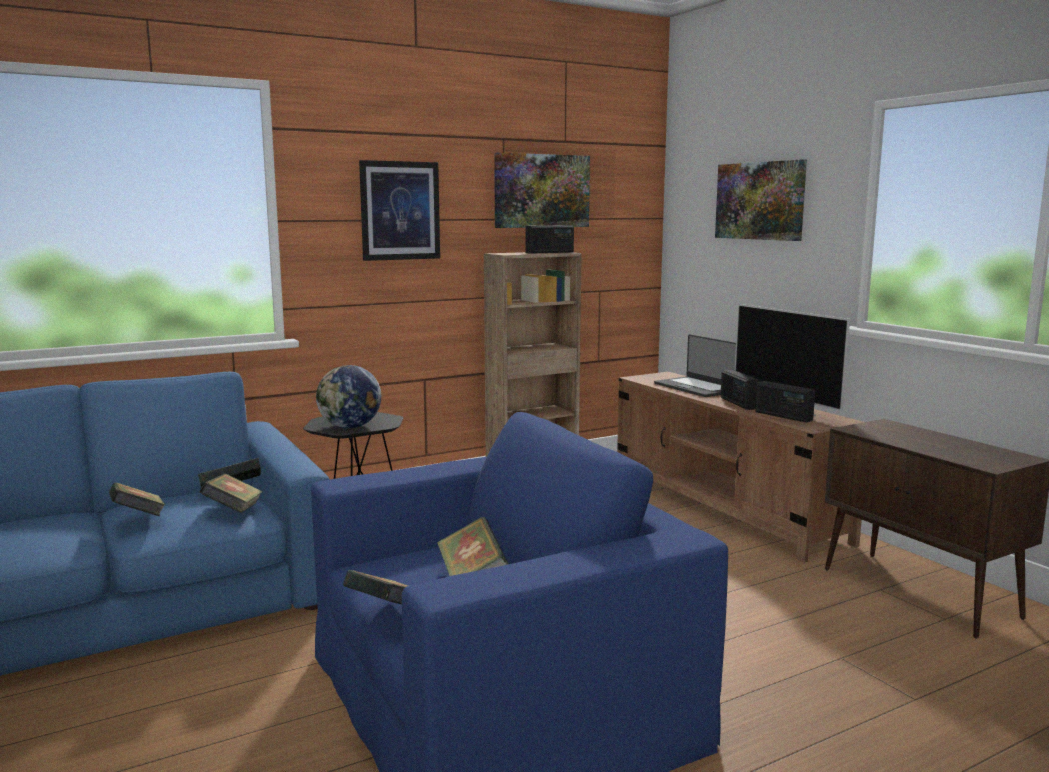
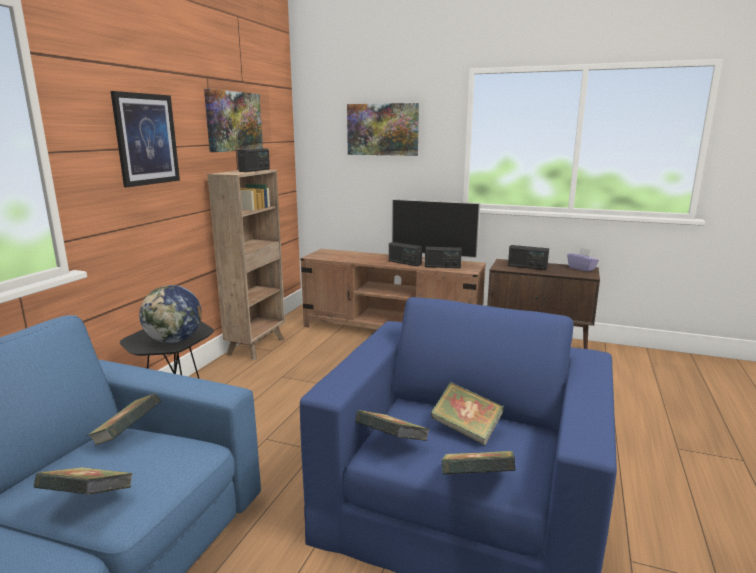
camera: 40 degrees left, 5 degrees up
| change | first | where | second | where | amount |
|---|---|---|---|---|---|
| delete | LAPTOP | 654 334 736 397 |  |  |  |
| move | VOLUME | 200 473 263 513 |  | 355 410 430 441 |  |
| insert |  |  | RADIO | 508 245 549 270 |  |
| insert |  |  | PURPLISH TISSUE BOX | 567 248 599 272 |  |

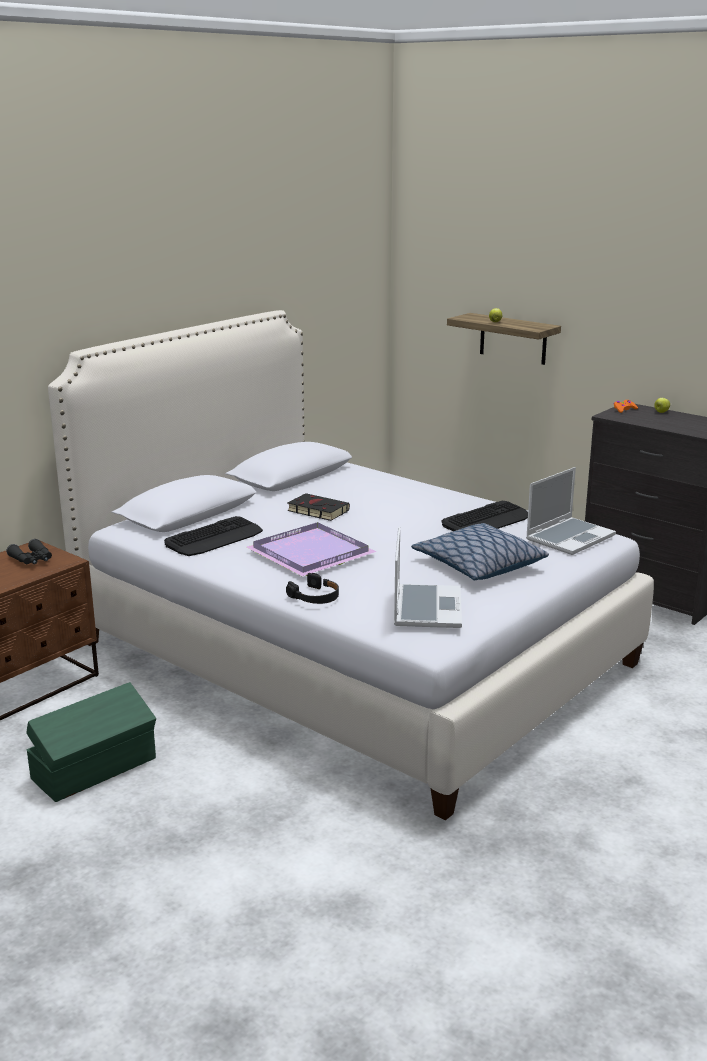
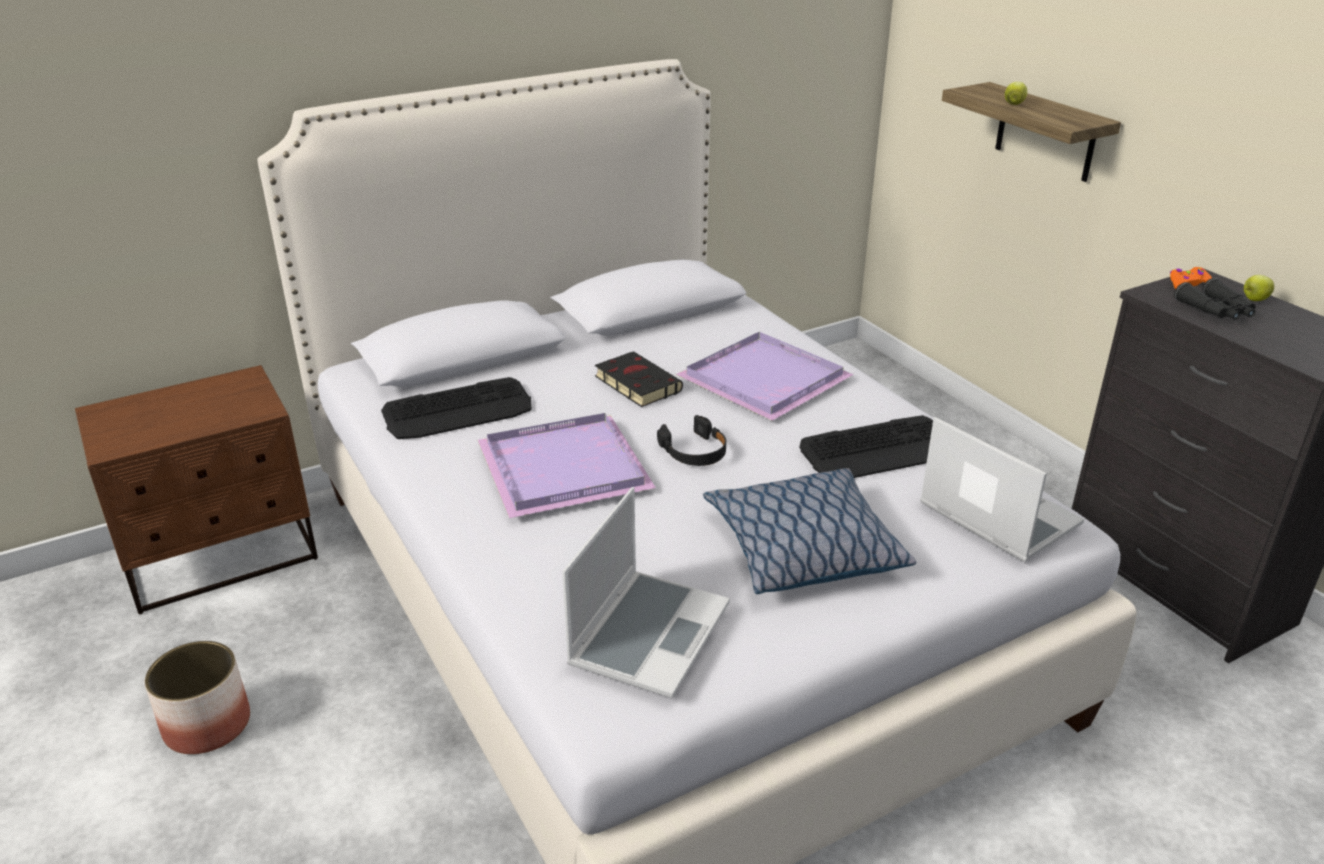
camera: 20 degrees right, 10 degrees up
| change | first | where | second | where | amount |
|---|---|---|---|---|---|
| rotate | LAPTOP | 526 467 616 555 |  | 920 417 1084 562 | 105 degrees counterclockwise |
| move | BLACK-COLOURED FIELD GLASSES | 6 539 52 564 |  | 1174 278 1256 320 |  |
| move | BLACK-COLOURED PAIR OF HEADPHONES | 286 573 339 604 |  | 657 415 726 466 |  |
| replace | GREENISH STORAGE CONTAINER | 26 682 156 802 | PLANTER | 145 641 250 754 |  |
| insert |  |  | PURPLISH CARRYING TRAY | 676 332 853 421 |  |

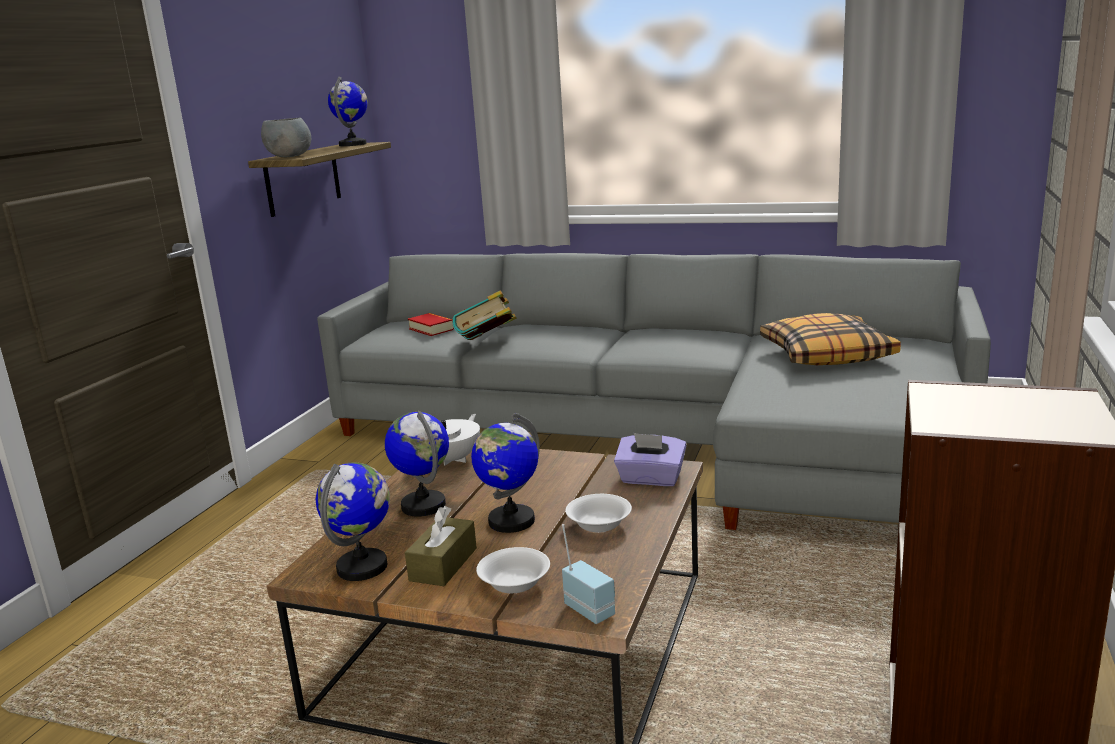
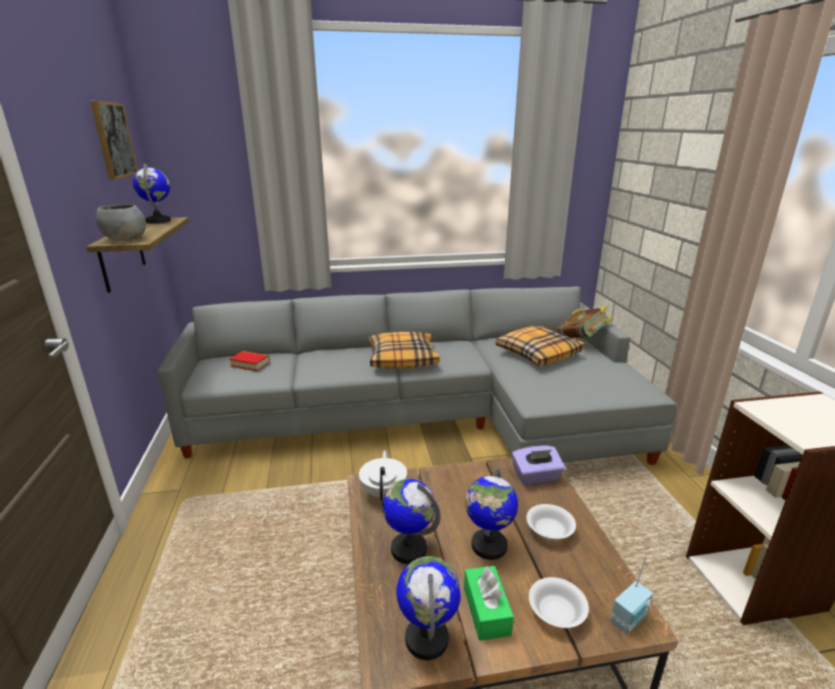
camera: 30 degrees left, 5 degrees up
| change | first | where | second | where | amount |
|---|---|---|---|---|---|
| move | VOLUME | 452 290 517 340 |  | 556 306 613 338 |  |
| recolor | BROWN-COLOURED TISSUE BOX | 405 506 477 586 | GREENISH TISSUE BOX | 464 566 514 641 |  |
| rotate | RADIO | 562 524 615 624 |  | 610 556 653 634 | 120 degrees clockwise |
| insert |  |  | WALL PICTURE | 91 101 138 180 |  |
| insert |  |  | PILLOW | 368 332 440 368 |  |

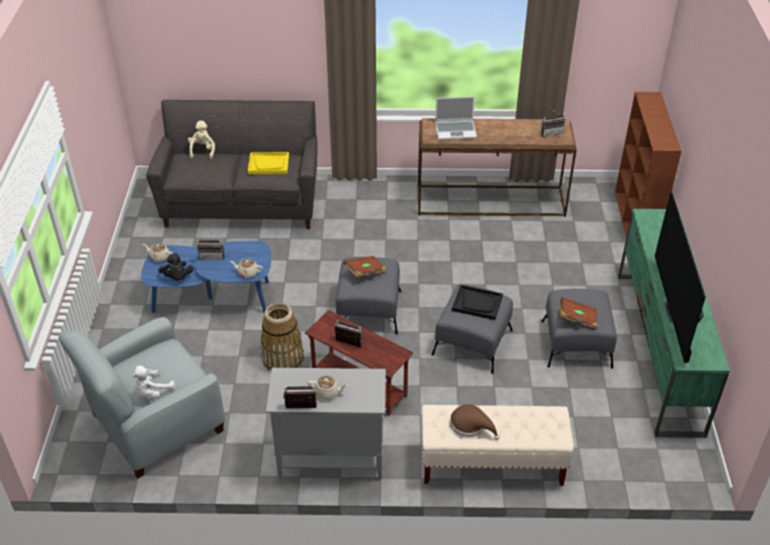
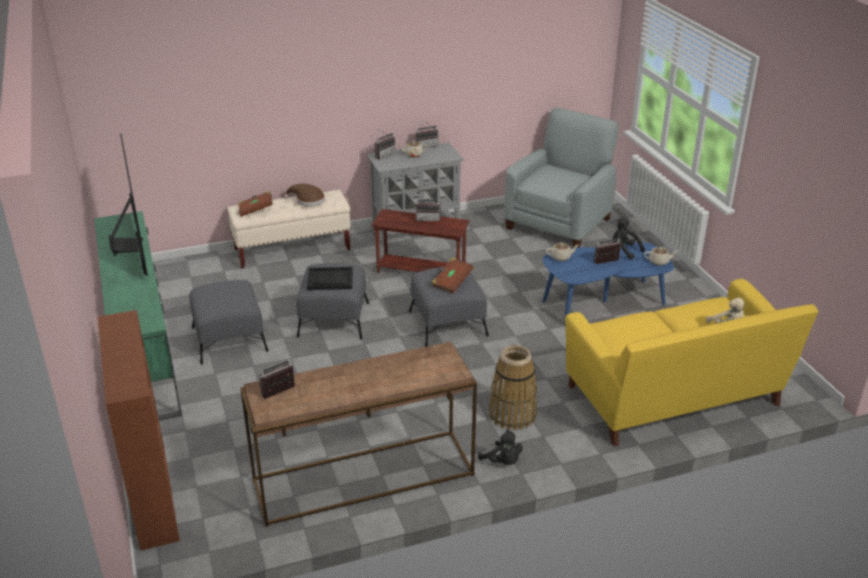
camera: 160 degrees right, 10 degrees down
| change | first | where | second | where | amount |
|---|---|---|---|---|---|
| delete | LAPTOP | 435 96 477 140 |  |  |  |
| recolor | GRAY SOFA | 146 100 318 229 | YELLOW-COLOURED SOFA | 565 279 818 447 |  |
| delete | YELLOW-COLOURED CARRYING TRAY | 248 152 289 174 |  |  |  |
| move | BROWN-COLOURED VOLUME | 559 297 597 330 |  | 238 191 273 217 |  |
| move | STORAGE BASKET | 261 303 304 371 |  | 489 345 537 430 |  |
| delete | WHITISH SOFT TOY | 132 366 175 399 |  |  |  |
| insert |  |  | RADIO | 375 129 395 160 |  |
| insert |  |  | BLACK-COLOURED SOFT TOY | 478 430 523 465 |  |

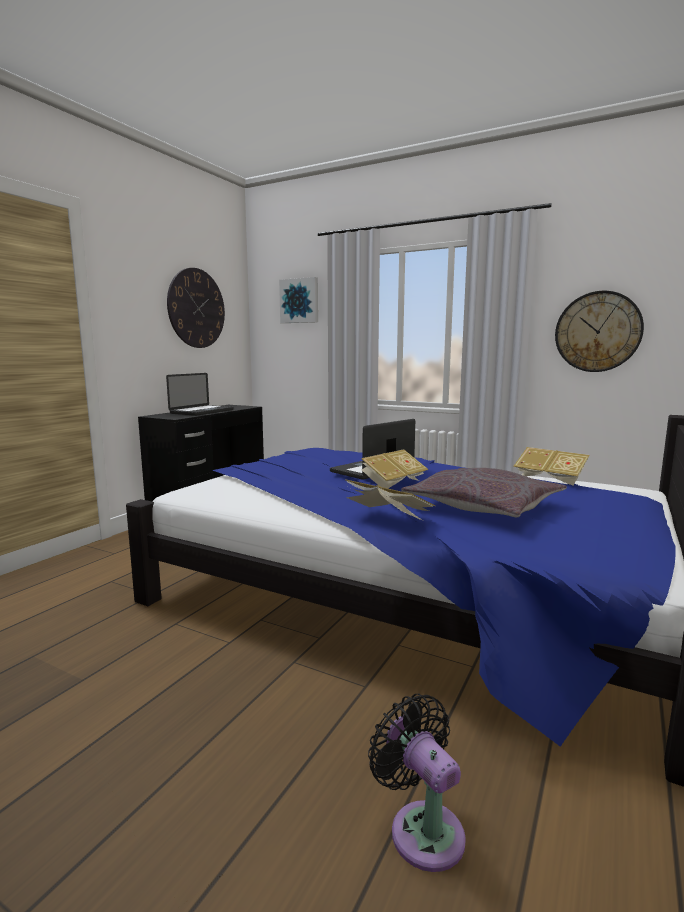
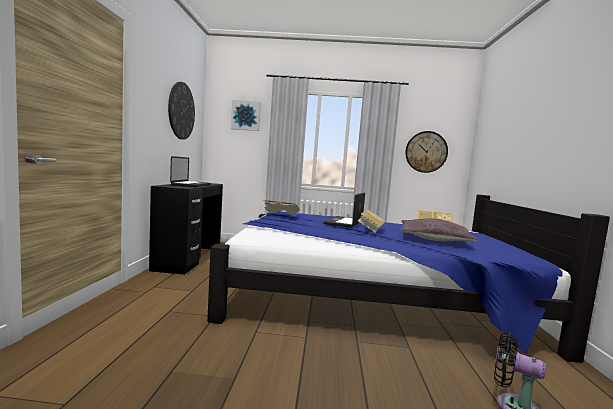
camera: 25 degrees left, 5 degrees down
| change | first | where | second | where | amount |
|---|---|---|---|---|---|
| move | VOLUME | 345 479 436 521 |  | 263 200 301 216 |  |

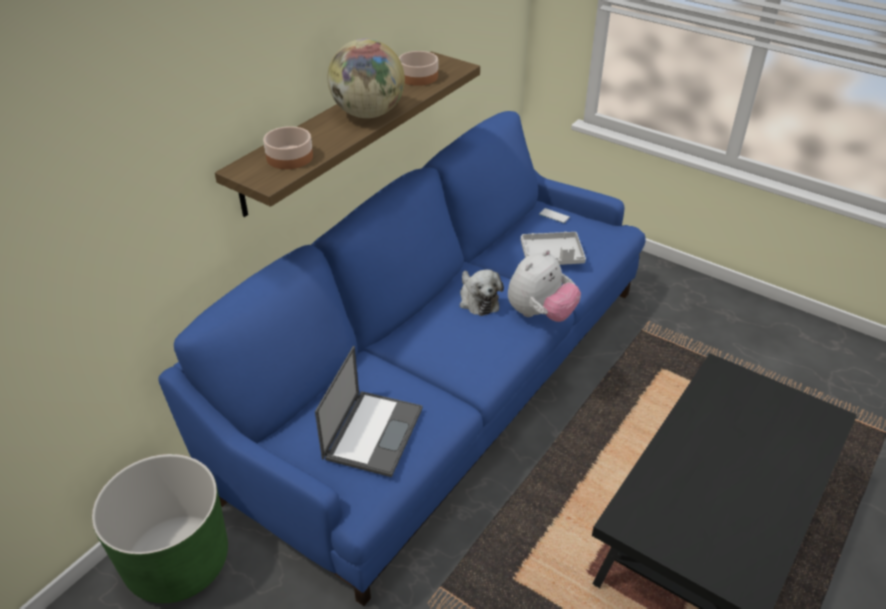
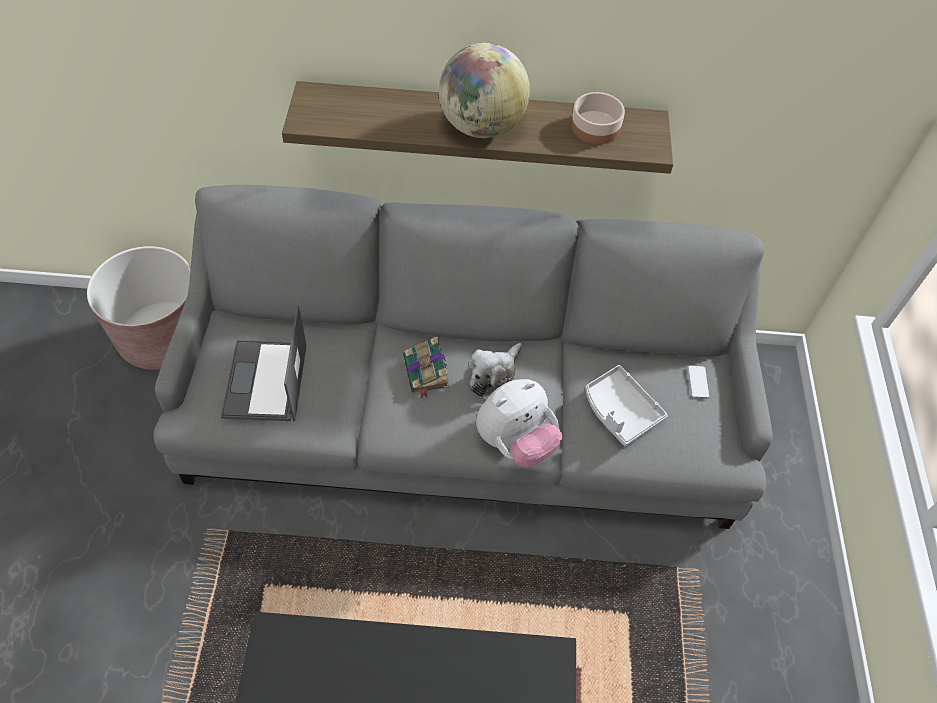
camera: 55 degrees right, 15 degrees up
| change | first | where | second | where | amount |
|---|---|---|---|---|---|
| recolor | BLUE SOFA | 158 111 646 606 | GRAY SOFA | 153 185 773 529 |  |
| delete | DEEP DISH | 263 126 313 169 |  |  |  |
| rotate | SOFT TOY | 508 250 581 322 |  | 476 379 562 467 | 45 degrees counterclockwise |
| rotate | LAPTOP | 315 346 423 477 |  | 221 305 307 421 | 105 degrees clockwise |
| recolor | GREENISH PLANTER | 92 454 228 603 | BROWN-COLOURED PLANTER | 87 246 191 370 |  |
| insert |  |  | VOLUME | 403 336 450 398 |  |

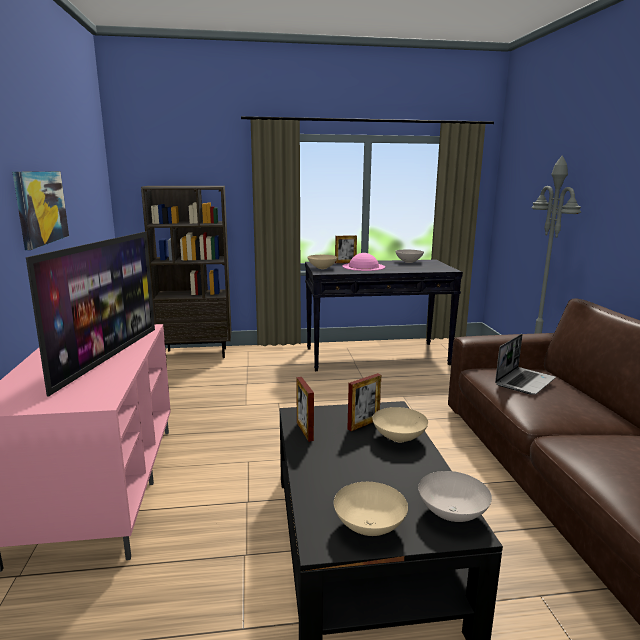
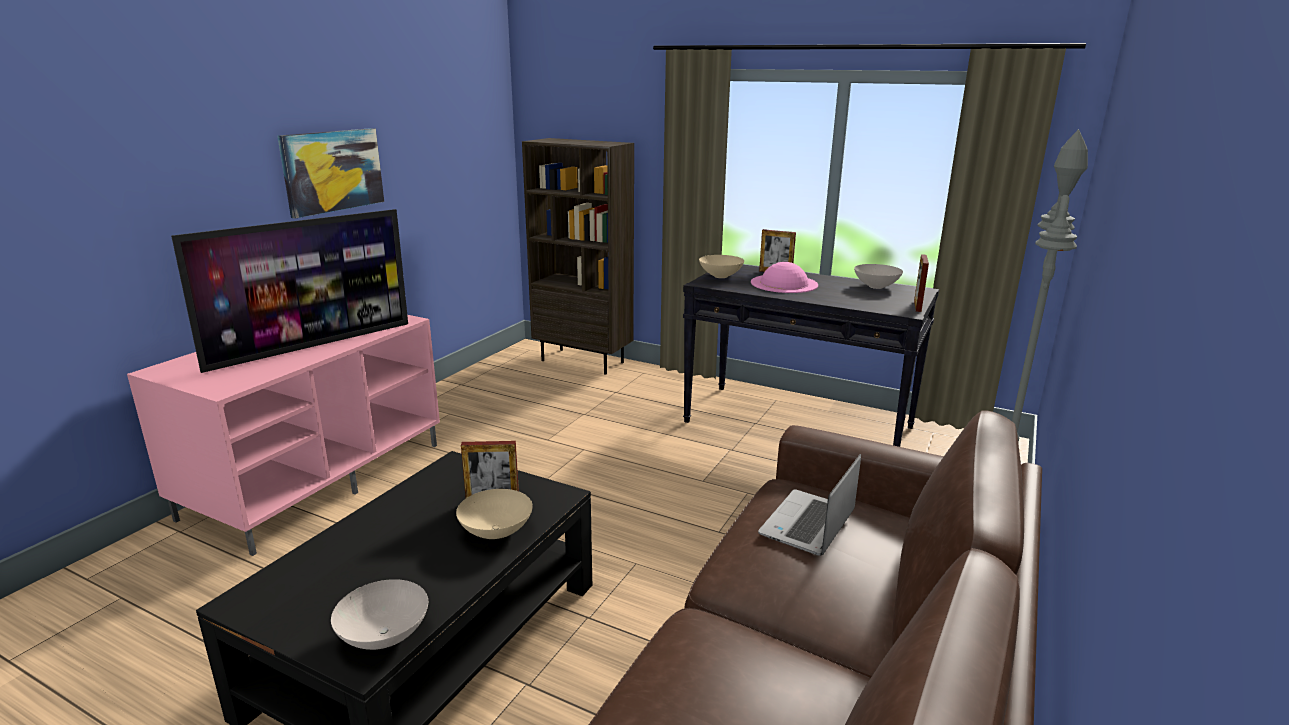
camera: 35 degrees right, 5 degrees up
| change | first | where | second | where | amount |
|---|---|---|---|---|---|
| rotate | LAPTOP | 495 334 556 395 |  | 758 454 861 556 | 135 degrees clockwise |
| move | STANDING FRAME | 296 377 314 442 |  | 914 254 929 312 |  |
| delete | SAND-COLOURED DEEP DISH | 334 482 408 536 |  |  |  |

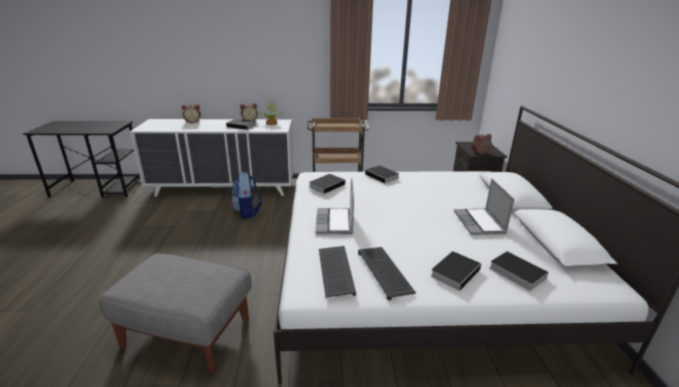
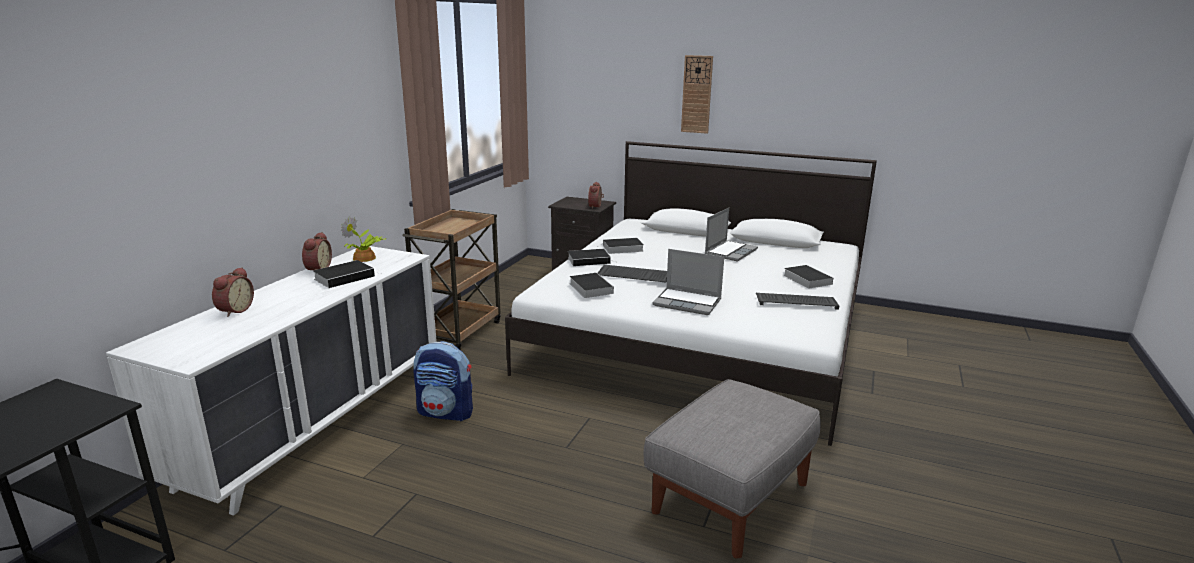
camera: 65 degrees left, 5 degrees down
| change | first | where | second | where | amount |
|---|---|---|---|---|---|
| rotate | LAPTOP | 454 178 515 235 |  | 705 208 758 262 | 75 degrees counterclockwise |
| move | COMPUTER KEYBOARD | 319 246 356 298 |  | 598 265 667 283 |  |
| move | VOLUME | 489 251 548 291 |  | 597 238 644 254 |  |
| insert |  |  | HANGING CLOCK | 681 55 713 134 |  |

